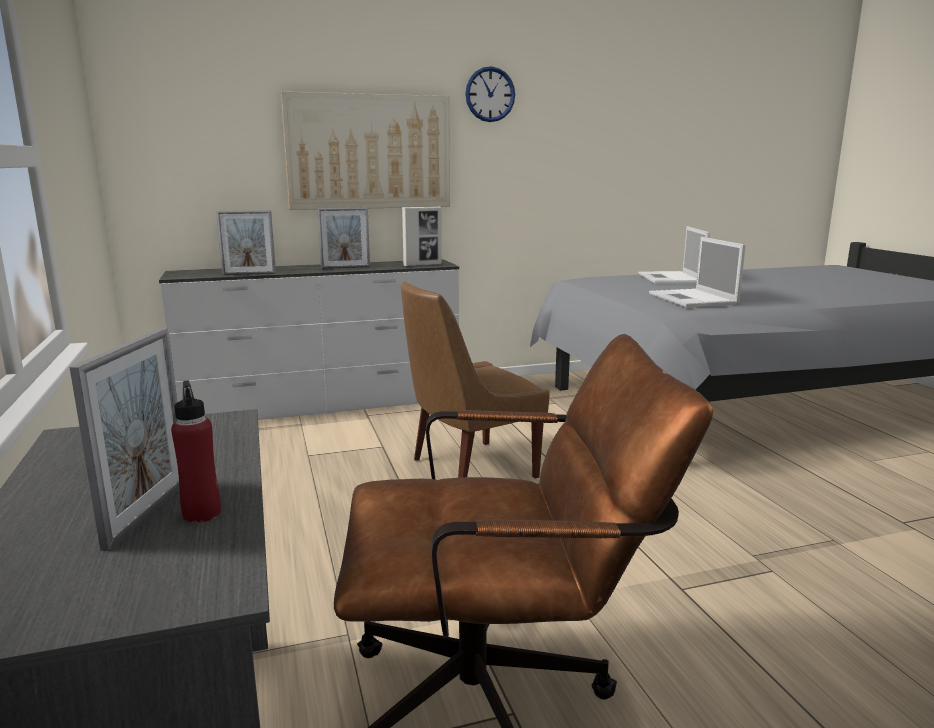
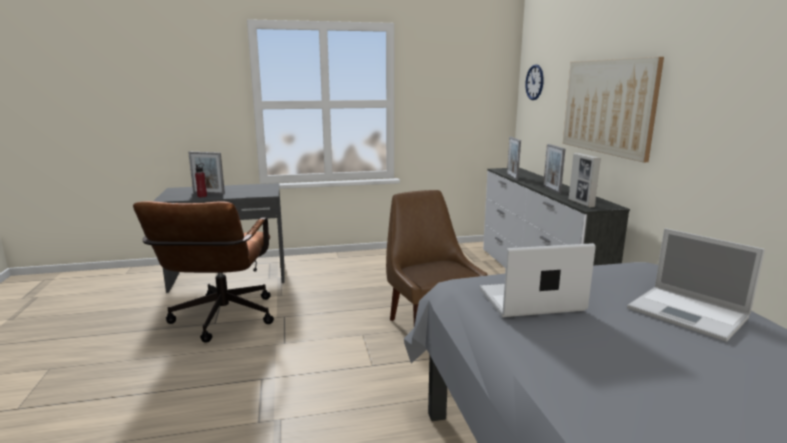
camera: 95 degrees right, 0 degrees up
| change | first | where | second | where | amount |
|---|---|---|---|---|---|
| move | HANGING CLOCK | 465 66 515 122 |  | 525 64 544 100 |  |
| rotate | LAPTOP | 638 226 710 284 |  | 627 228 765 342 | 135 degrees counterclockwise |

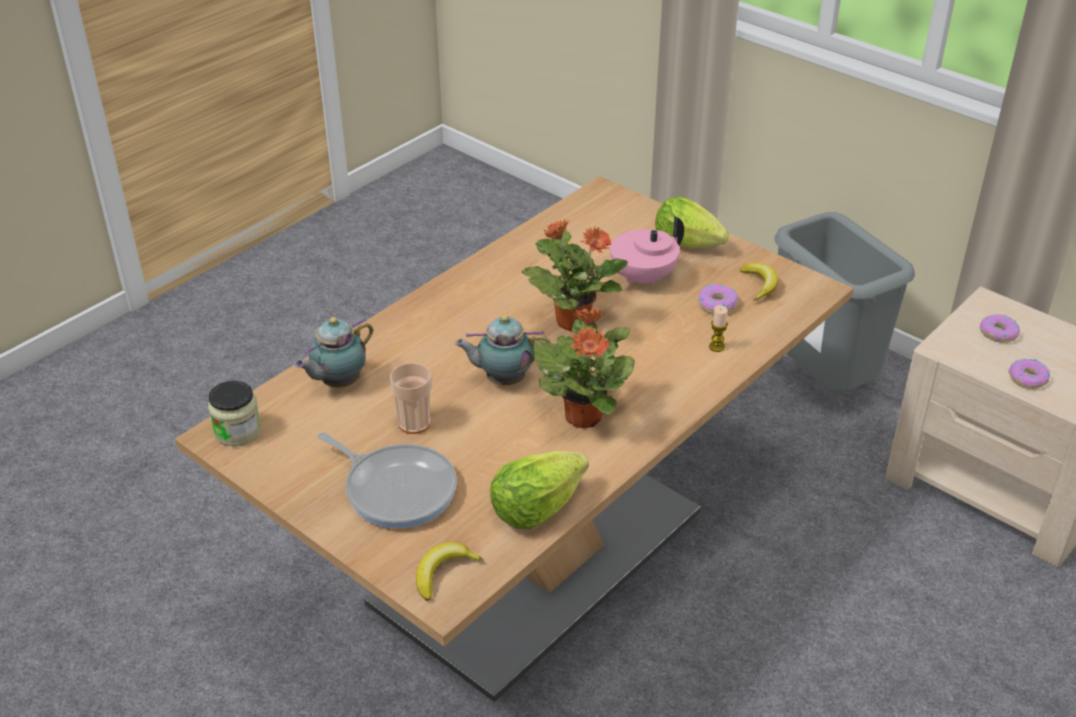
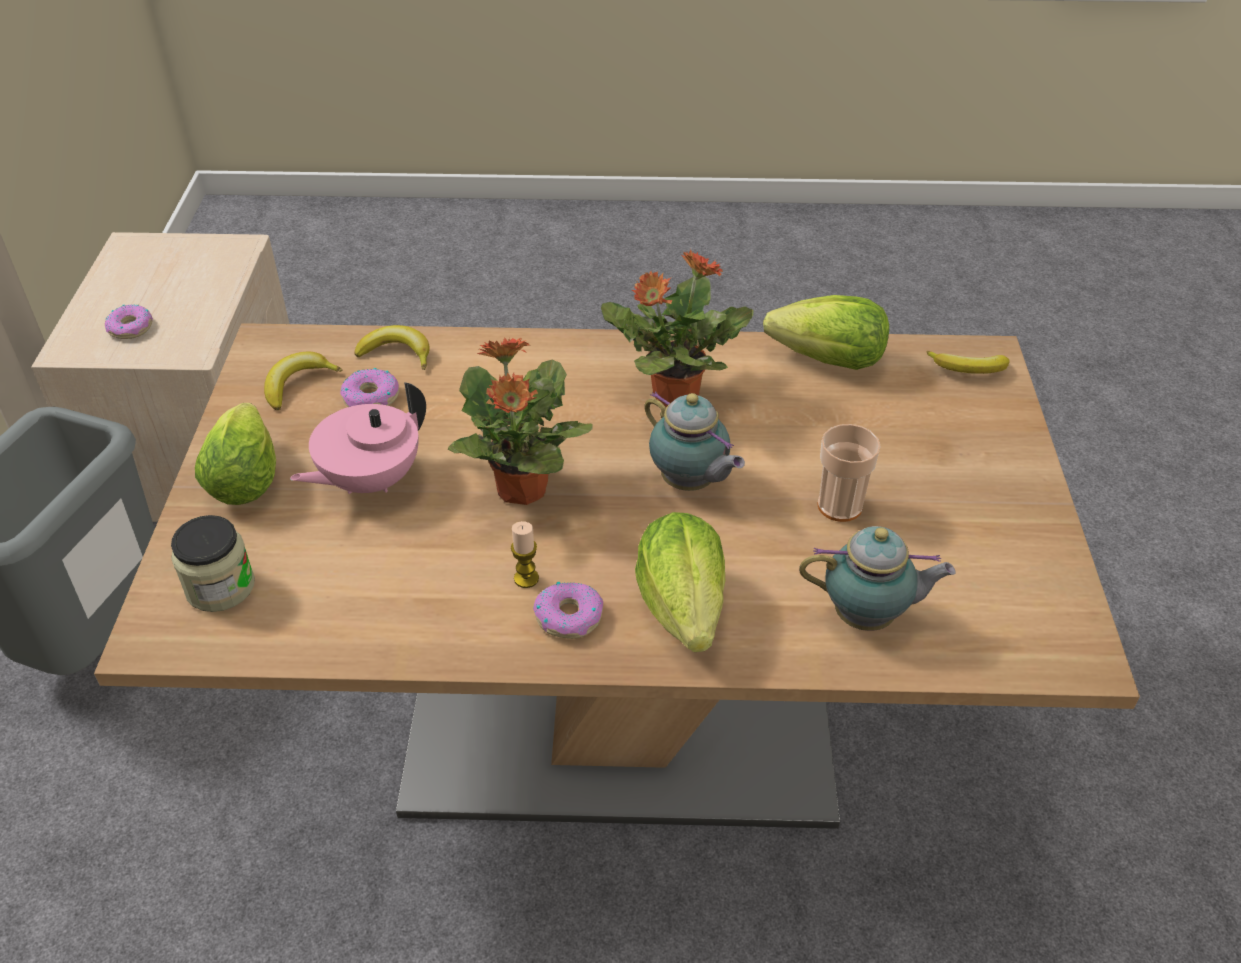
camera: 130 degrees left, 5 degrees up
| change | first | where | second | where | amount |
|---|---|---|---|---|---|
| rotate | PINK-COLOURED TEA POT | 600 216 684 286 |  | 290 382 426 494 | 120 degrees clockwise |
| move | WAX LIGHT | 709 305 728 352 |  | 511 521 539 588 |  |
| move | RING DOUGHNUT | 1008 358 1050 389 |  | 533 582 603 639 |  |
| move | STORAGE JAR | 208 381 261 446 |  | 171 515 255 612 |  |
| delete | SKILLET | 317 432 457 528 |  |  |  |
| insert |  |  | BANANA | 354 325 429 370 |  |
| insert |  |  | LETTUCE HEAD | 635 512 725 652 |  |

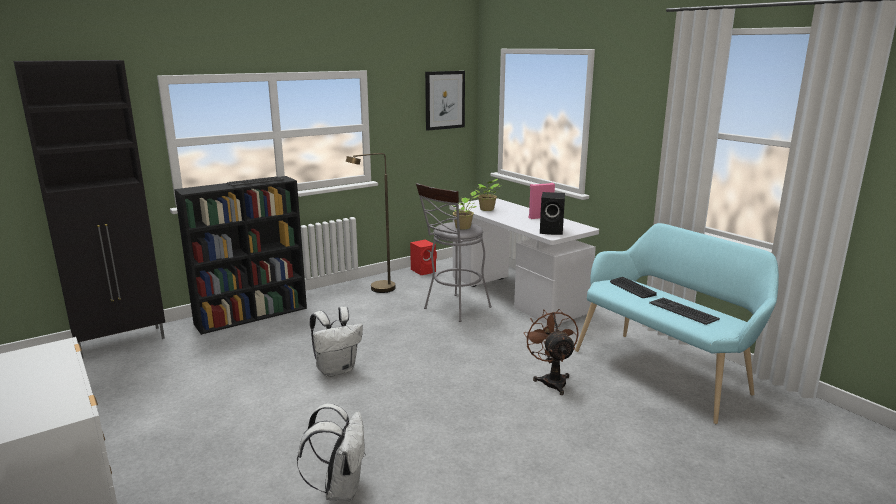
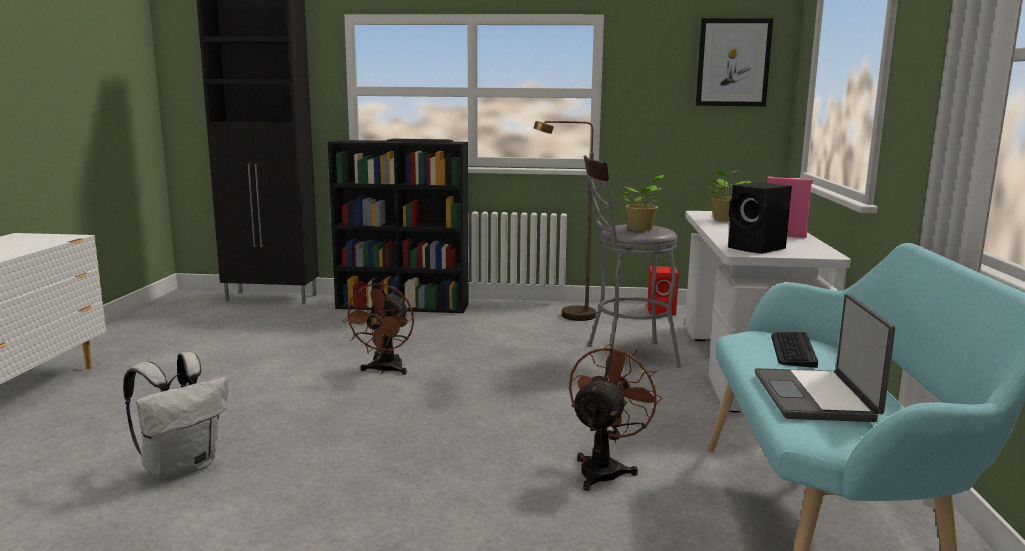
camera: 40 degrees right, 5 degrees down
| change | first | where | second | where | amount |
|---|---|---|---|---|---|
| replace | COMPUTER KEYBOARD | 649 298 720 325 | LAPTOP | 755 294 895 422 |  |
| replace | WHITISH RUCKSACK | 310 307 363 377 | BROWN-COLOURED FAN | 342 283 414 375 |  |

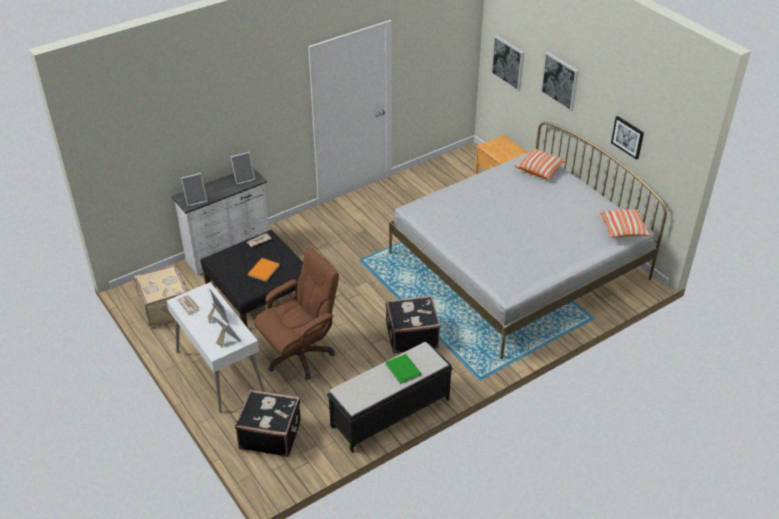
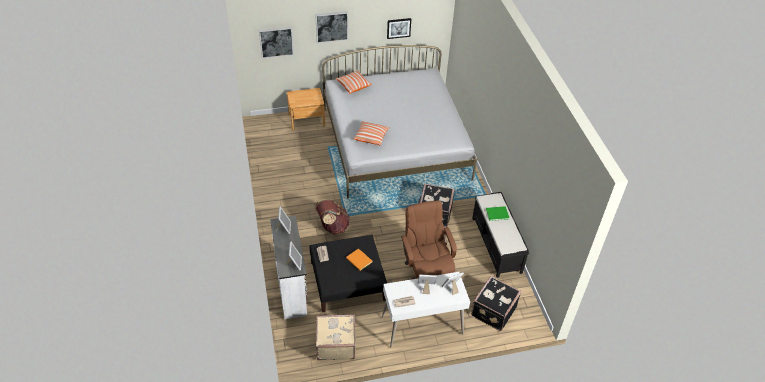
camera: 70 degrees left, 5 degrees up
| change | first | where | second | where | amount |
|---|---|---|---|---|---|
| move | PILLOW | 600 209 650 238 |  | 354 121 390 146 |  |
| insert |  |  | BROWN-COLOURED RUCKSACK | 315 199 350 235 |  |

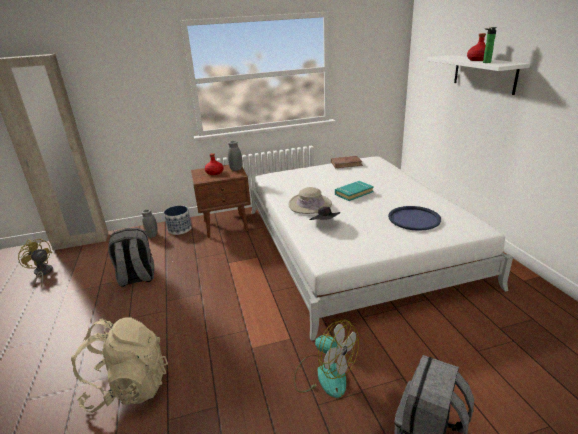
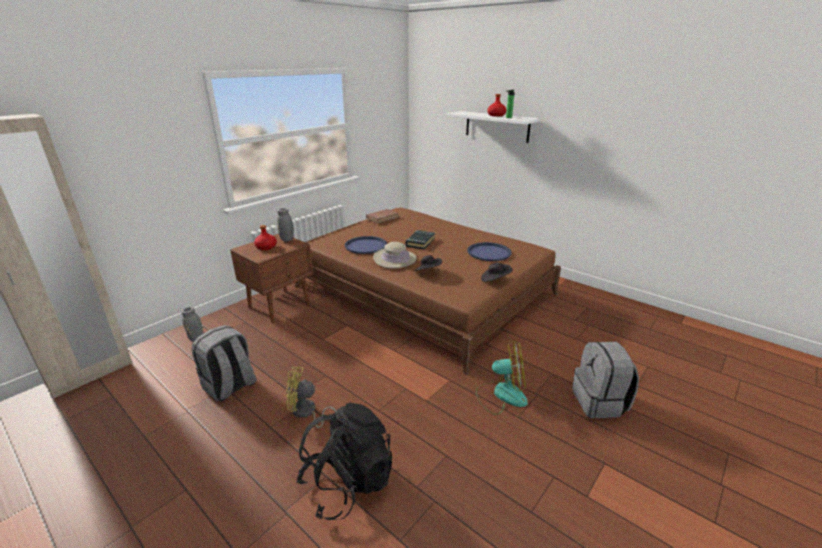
camera: 35 degrees left, 0 degrees up
| change | first | where | second | where | amount |
|---|---|---|---|---|---|
| recolor | WHITISH BED | 250 157 513 341 | BROWN-COLOURED BED | 295 208 561 375 |  |
| recolor | TURQUOISE-COLOURED VOLUME | 335 181 374 201 | BLACK-COLOURED VOLUME | 405 230 435 249 |  |
| delete | PLANTER | 164 206 192 235 |  |  |  |
| move | YELLOW-COLOURED FAN | 18 238 53 287 |  | 285 367 337 428 |  |
| recolor | SAND-COLOURED RUCKSACK | 71 317 168 413 | BLACK-COLOURED RUCKSACK | 296 403 392 520 |  |
| insert |  |  | BLUE CARRYING TRAY | 345 236 387 254 |  |
| insert |  |  | BLACK-COLOURED HAT | 481 262 513 282 |  |

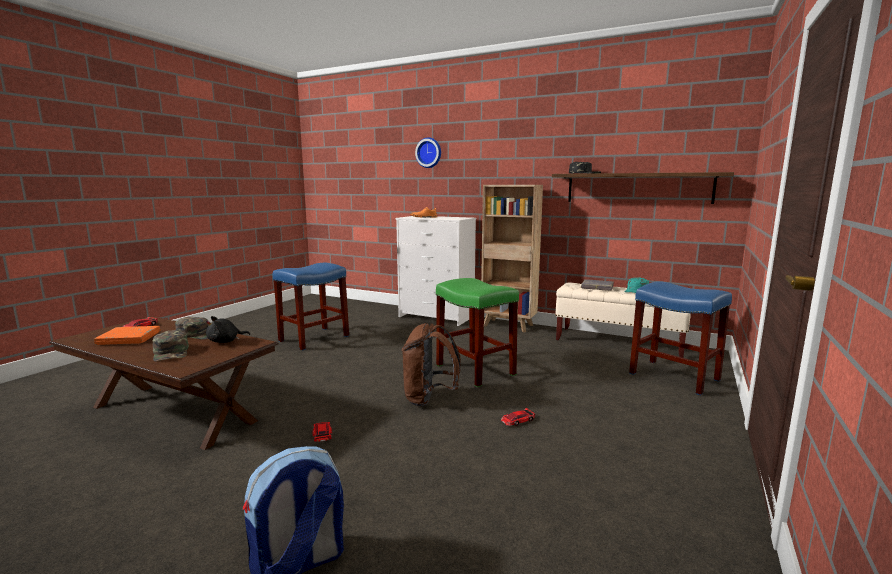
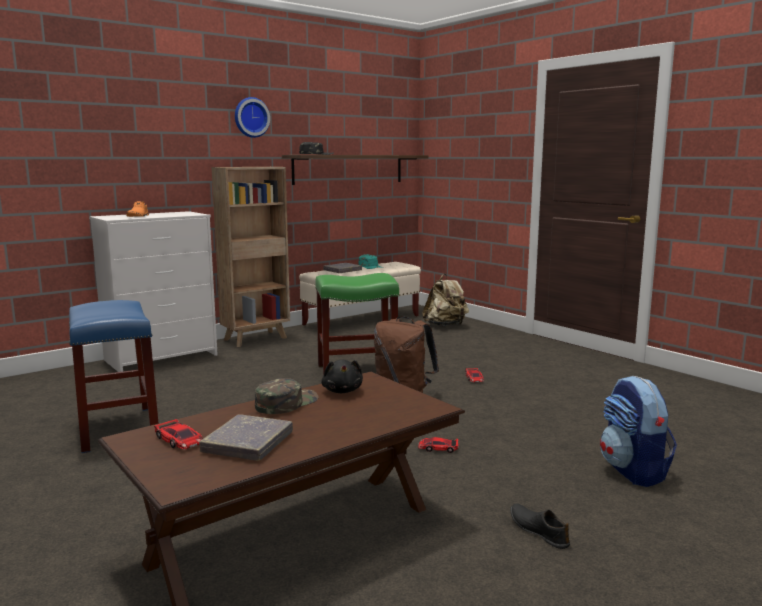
camera: 65 degrees left, 0 degrees up
| change | first | where | second | where | amount |
|---|---|---|---|---|---|
| move | HANGING CLOCK | 415 137 441 168 |  | 235 97 270 138 |  |
| replace | BLUE STOOL SEAT | 629 281 732 395 | SAND-COLOURED RUCKSACK | 422 273 469 327 |  |
| recolor | ORANGE VOLUME | 94 326 160 345 | GRAY VOLUME | 199 414 293 461 |  |
| delete | GREENISH CAP | 153 330 189 361 |  |  |  |
| insert |  |  | BLACK-COLOURED ITEM OF FOOTWEAR | 510 504 570 549 |  |

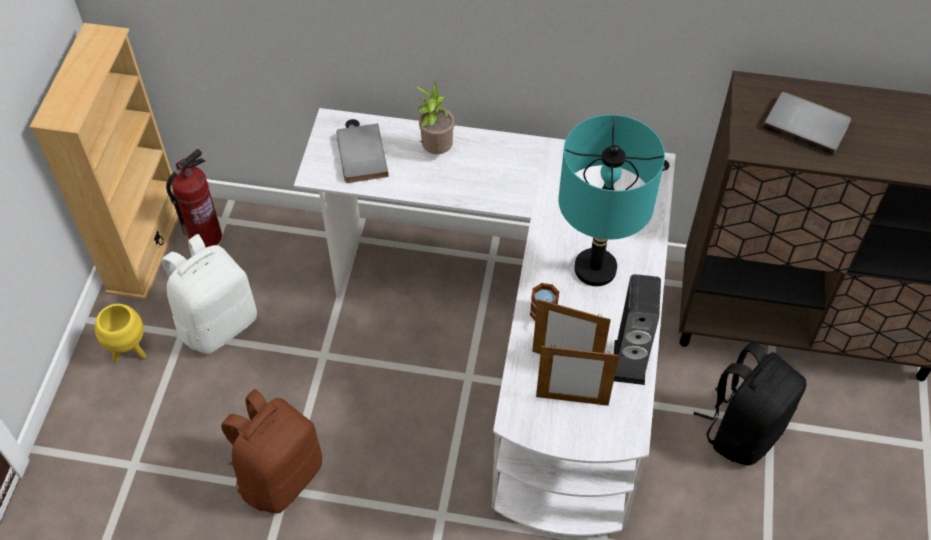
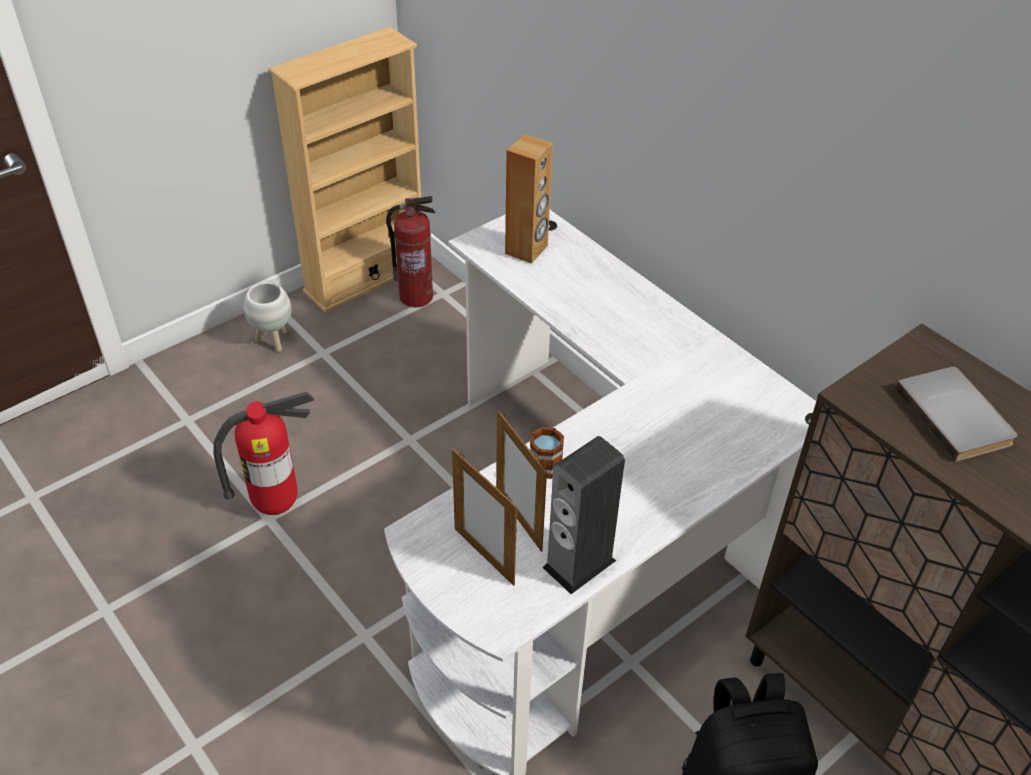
camera: 40 degrees right, 10 degrees down
| change | first | where | second | where | amount |
|---|---|---|---|---|---|
| delete | POTTED PLANT | 416 81 455 154 |  |  |  |
| delete | TURQUOISE-COLOURED TABLE LAMP | 559 115 665 286 |  |  |  |
| replace | GRAY VOLUME | 336 124 389 183 | BROWN-COLOURED AUDIO SPEAKER | 505 134 553 264 |  |
| delete | WHITISH RUCKSACK | 161 234 257 354 |  |  |  |
| recolor | YELLOW-COLOURED PLANTER | 95 304 146 362 | WHITISH PLANTER | 244 282 292 352 |  |
| replace | BROWN-COLOURED RUCKSACK | 221 389 322 513 | FIRE-FIGHTING CYLINDER | 213 392 314 515 |  |

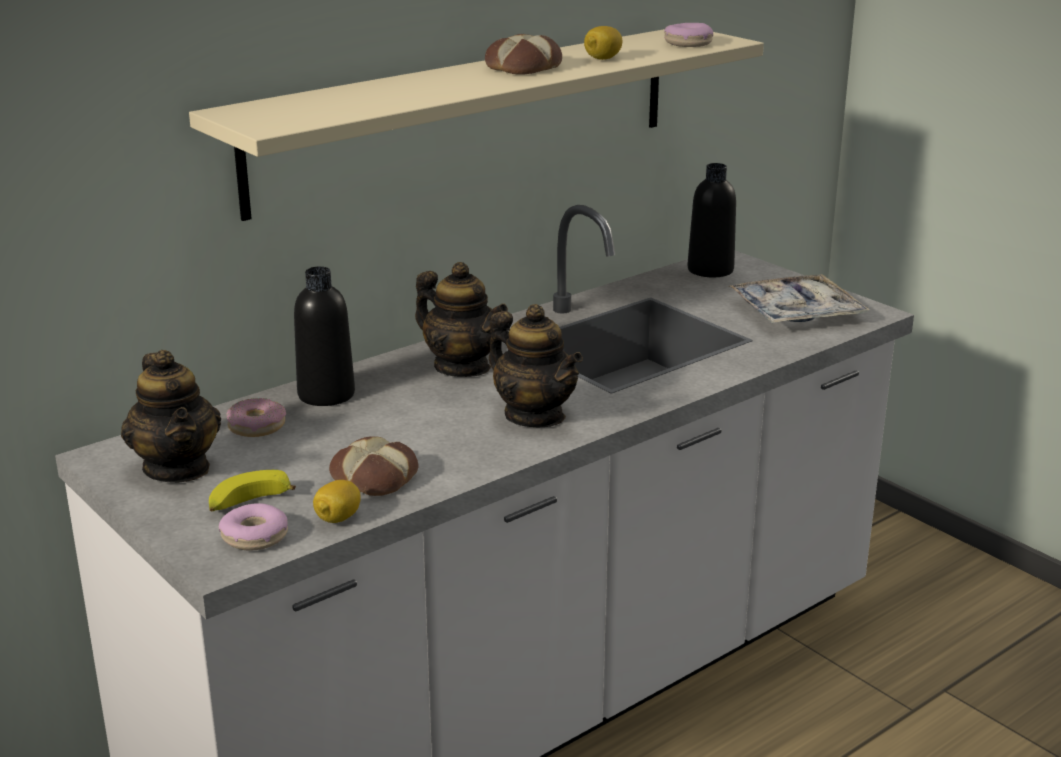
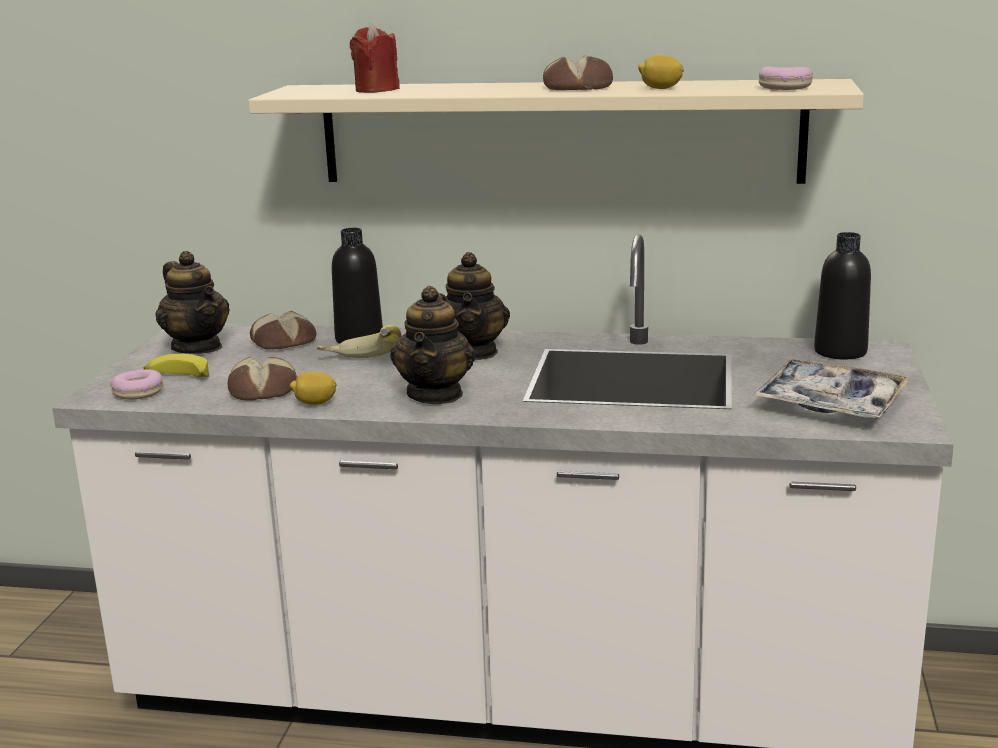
camera: 50 degrees right, 5 degrees down
| change | first | where | second | where | amount |
|---|---|---|---|---|---|
| rotate | TEA POT | 121 350 221 483 |  | 156 251 230 354 | 60 degrees counterclockwise |
| replace | RING DOUGHNUT | 226 398 286 437 | BREAD | 250 311 316 350 |  |
| move | WHOLE LEMON | 313 480 361 523 |  | 290 372 337 405 |  |
| insert |  |  | RED WAX LIGHT | 350 24 400 93 |  |
| insert |  |  | BANANA | 317 325 402 358 |  |

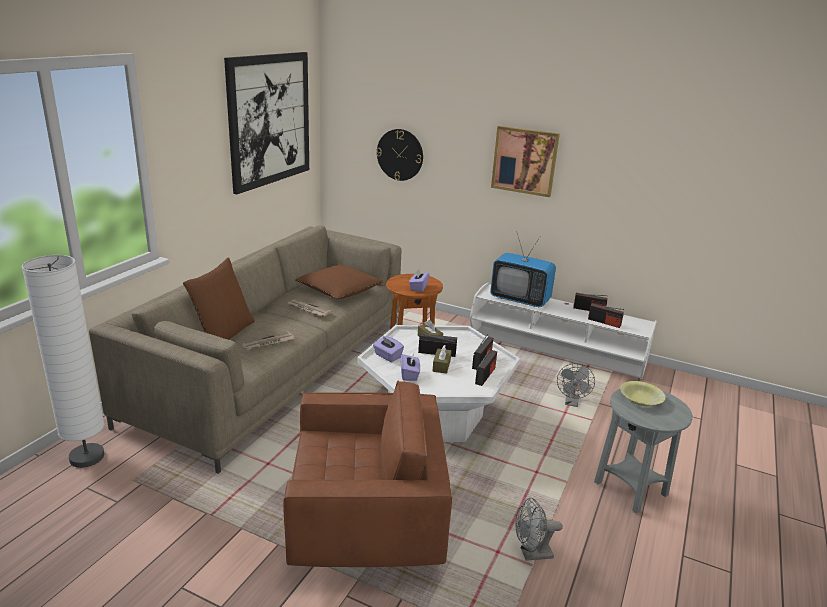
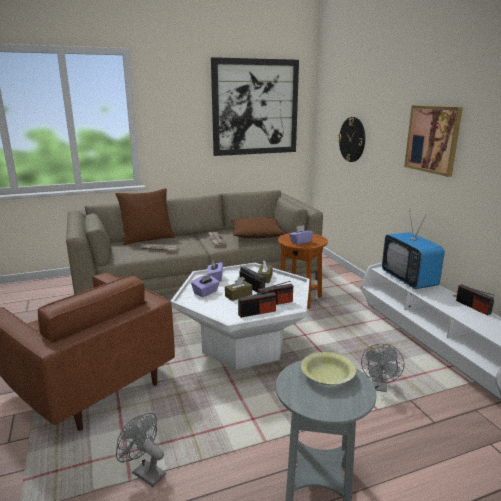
camera: 45 degrees right, 5 degrees down
| change | first | where | second | where | amount |
|---|---|---|---|---|---|
| delete | WHITISH STANDARD LAMP | 22 255 105 468 |  |  |  |
| delete | RADIO | 588 303 624 328 |  |  |  |
| rotate | GRAY FAN | 557 363 595 407 |  | 361 344 404 392 | 45 degrees counterclockwise |

